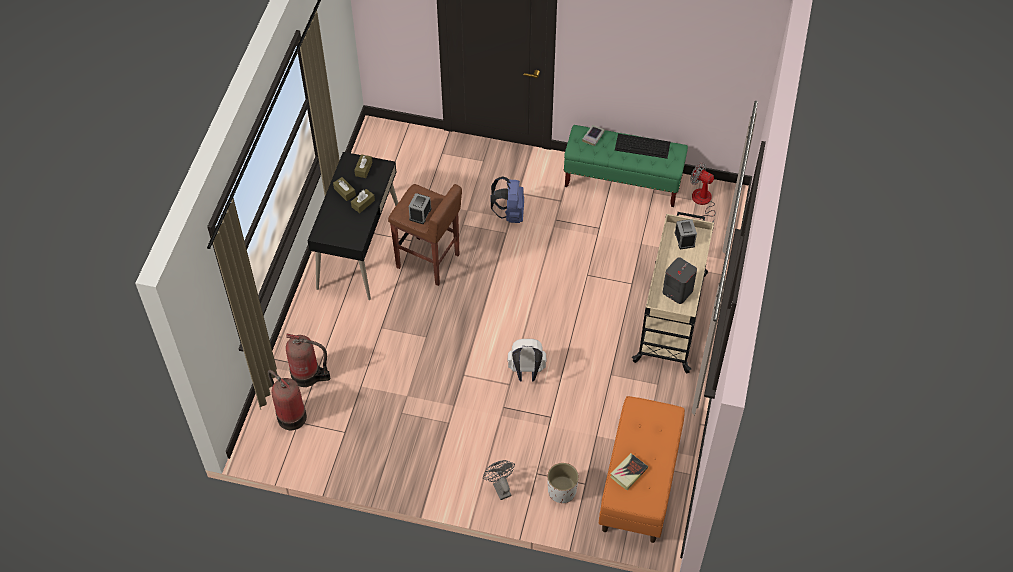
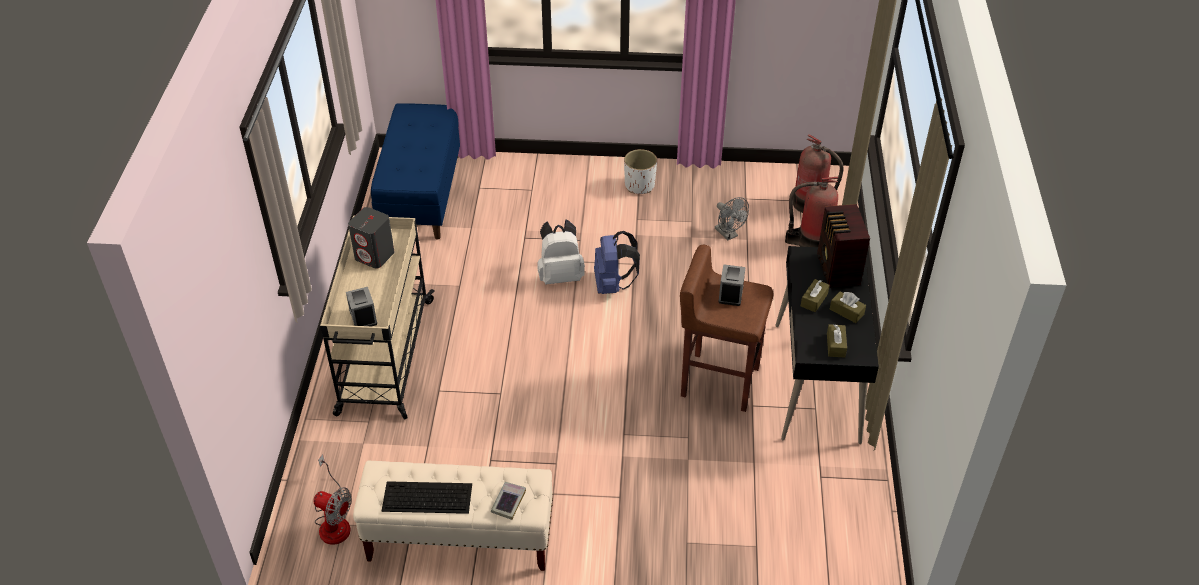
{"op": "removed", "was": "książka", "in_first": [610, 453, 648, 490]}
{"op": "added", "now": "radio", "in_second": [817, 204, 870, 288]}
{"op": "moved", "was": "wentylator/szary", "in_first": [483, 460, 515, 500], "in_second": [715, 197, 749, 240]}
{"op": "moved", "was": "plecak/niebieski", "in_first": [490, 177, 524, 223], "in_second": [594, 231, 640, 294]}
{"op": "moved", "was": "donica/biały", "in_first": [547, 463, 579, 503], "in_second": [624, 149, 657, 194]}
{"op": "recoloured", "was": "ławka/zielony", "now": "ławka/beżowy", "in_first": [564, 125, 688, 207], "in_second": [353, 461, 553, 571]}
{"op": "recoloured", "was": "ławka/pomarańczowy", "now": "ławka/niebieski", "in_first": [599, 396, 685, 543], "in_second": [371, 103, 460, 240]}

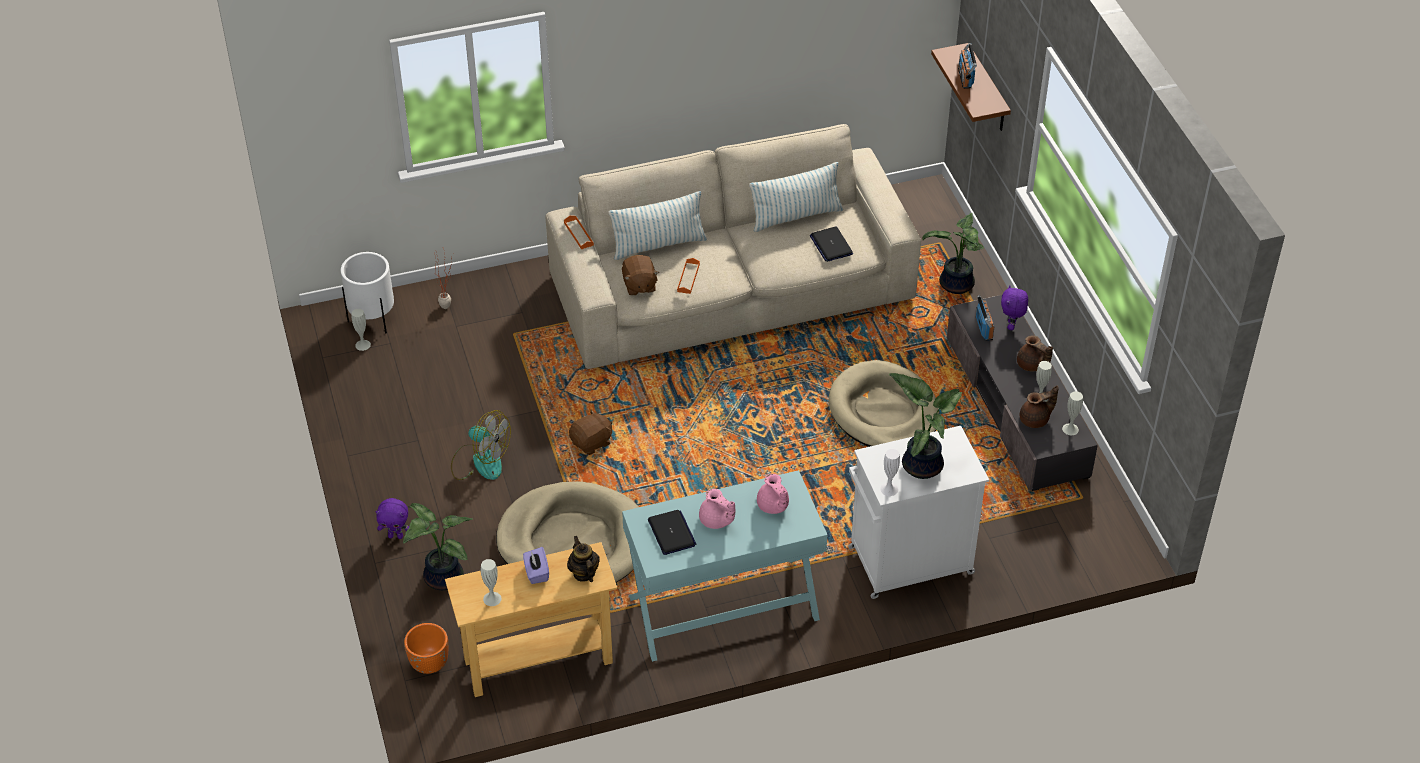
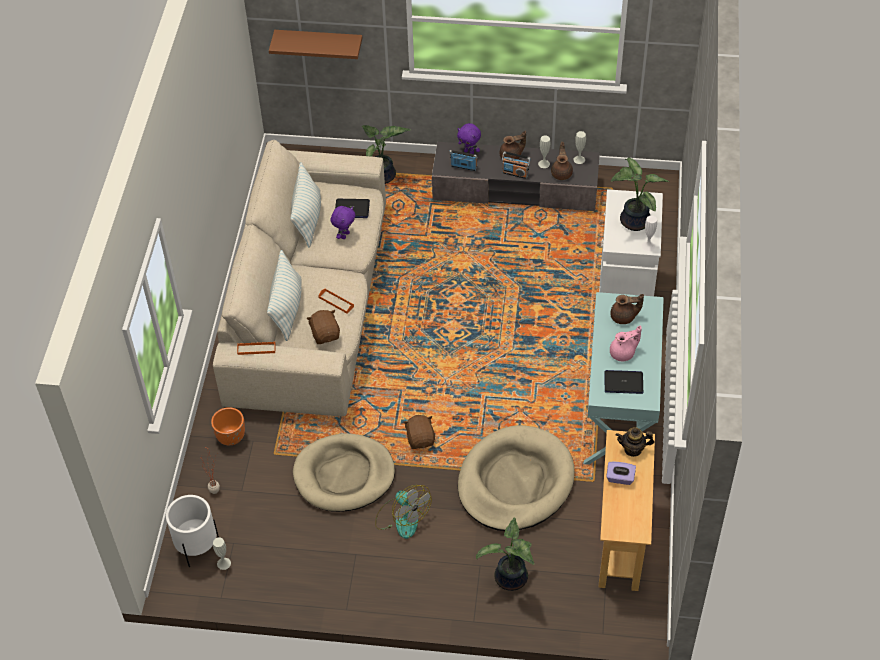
{"op": "removed", "was": "wazon/biały", "in_first": [481, 559, 502, 606]}
{"op": "moved", "was": "pluszak/fioletowy", "in_first": [375, 498, 409, 539], "in_second": [330, 206, 355, 239]}
{"op": "moved", "was": "donica/pomarańczowy", "in_first": [404, 623, 448, 674], "in_second": [211, 407, 245, 445]}
{"op": "moved", "was": "legowisko/beżowy", "in_first": [829, 360, 940, 447], "in_second": [293, 433, 395, 512]}
{"op": "moved", "was": "radio", "in_first": [958, 43, 977, 89], "in_second": [502, 151, 530, 179]}
{"op": "recoloured", "was": "imbryk/różowy", "now": "imbryk/brązowy", "in_first": [757, 474, 789, 514], "in_second": [610, 294, 644, 324]}
{"op": "turned", "was": "wentylator", "in_first": [451, 410, 511, 480], "in_second": [375, 485, 432, 539], "clockwise": 90}
{"op": "turned", "was": "pluszak/brązowy", "in_first": [622, 255, 659, 296], "in_second": [306, 310, 340, 344], "clockwise": -120}

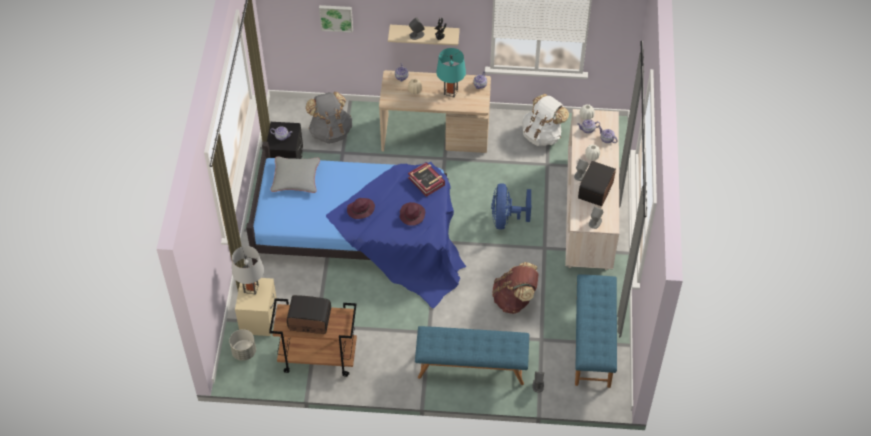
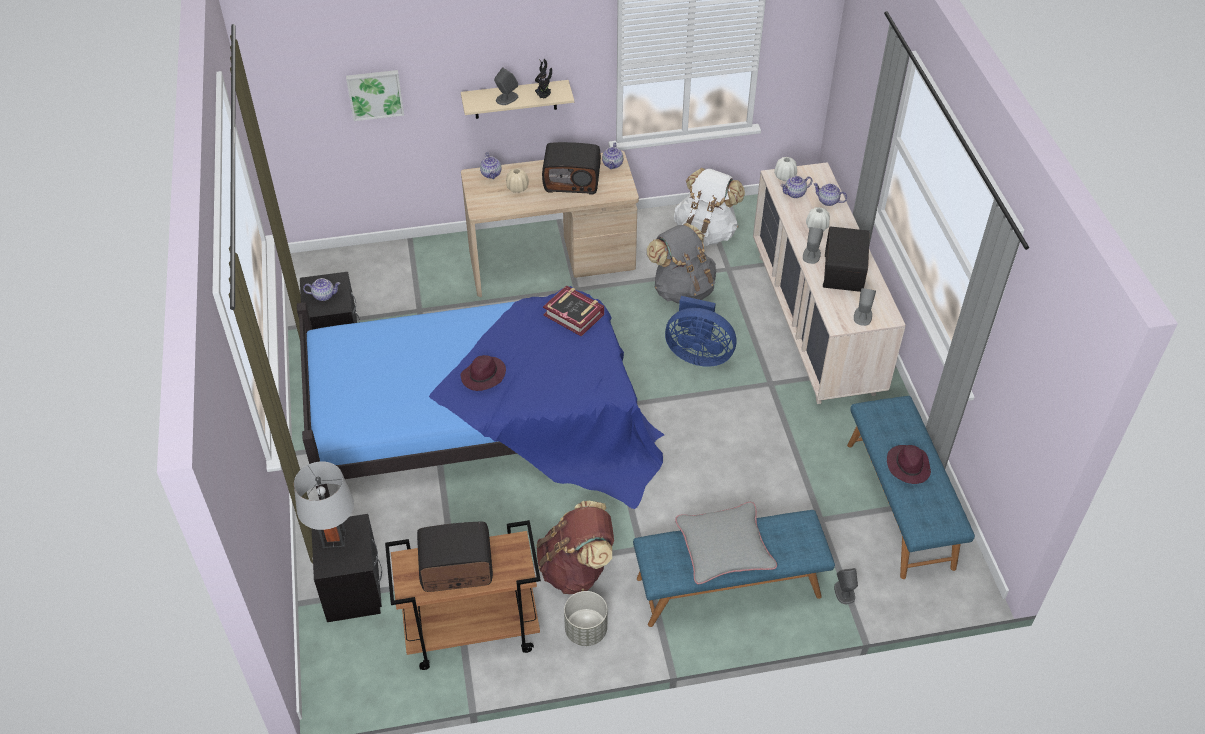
{"op": "moved", "was": "donica/szary", "in_first": [229, 329, 256, 361], "in_second": [564, 591, 607, 646]}
{"op": "moved", "was": "poduszka/szary", "in_first": [270, 156, 320, 193], "in_second": [675, 502, 777, 584]}
{"op": "moved", "was": "plecak/szary", "in_first": [306, 92, 352, 144], "in_second": [647, 223, 716, 304]}
{"op": "moved", "was": "kapelusz/fioletowy", "in_first": [400, 202, 425, 226], "in_second": [887, 445, 931, 484]}
{"op": "moved", "was": "plecak/brązowy", "in_first": [492, 262, 538, 314], "in_second": [536, 501, 614, 594]}
{"op": "replaced", "was": "lampa stołowa/turkusowy", "now": "radio", "in_first": [436, 48, 466, 97], "in_second": [542, 142, 601, 195]}
{"op": "recoloured", "was": "szafka nocna/beżowy", "now": "szafka nocna/czarny", "in_first": [235, 278, 277, 336], "in_second": [311, 514, 382, 622]}
{"op": "turned", "was": "wentylator/niebieski", "in_first": [491, 183, 531, 230], "in_second": [665, 296, 737, 367], "clockwise": -60}

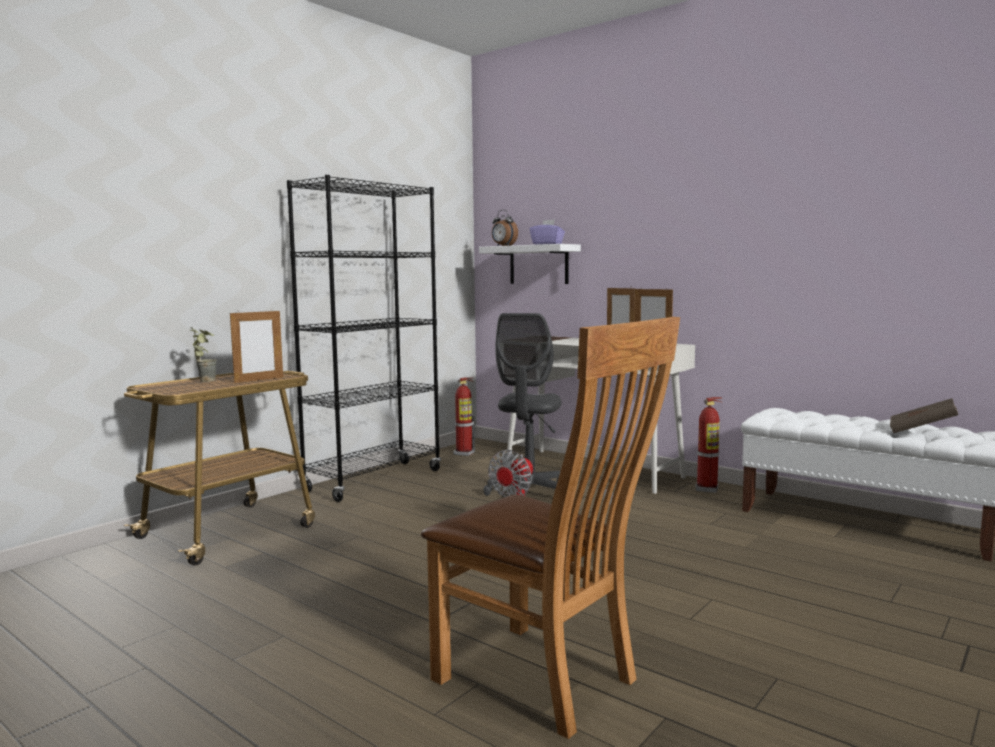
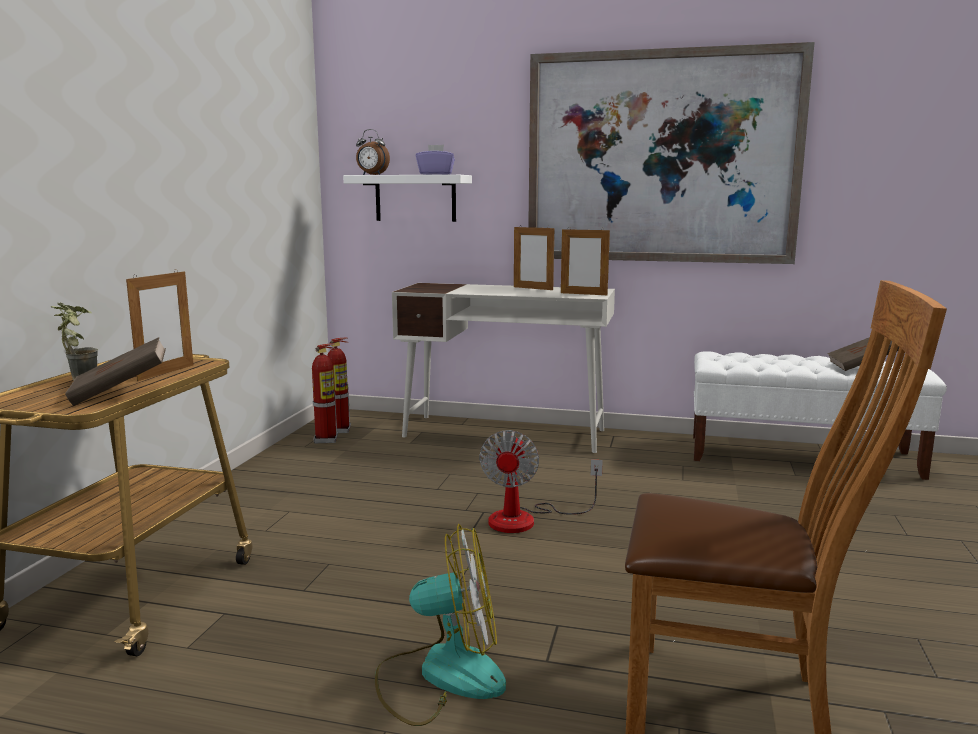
{"op": "removed", "was": "regał/czarny", "in_first": [287, 175, 441, 502]}
{"op": "removed", "was": "krzesło biurowe/szary", "in_first": [483, 313, 562, 496]}
{"op": "added", "now": "książka/brązowy", "in_second": [65, 337, 166, 406]}
{"op": "added", "now": "wentylator", "in_second": [375, 524, 506, 726]}
{"op": "added", "now": "obraz", "in_second": [528, 42, 815, 264]}
{"op": "moved", "was": "gaśnica", "in_first": [696, 397, 723, 493], "in_second": [312, 343, 338, 443]}

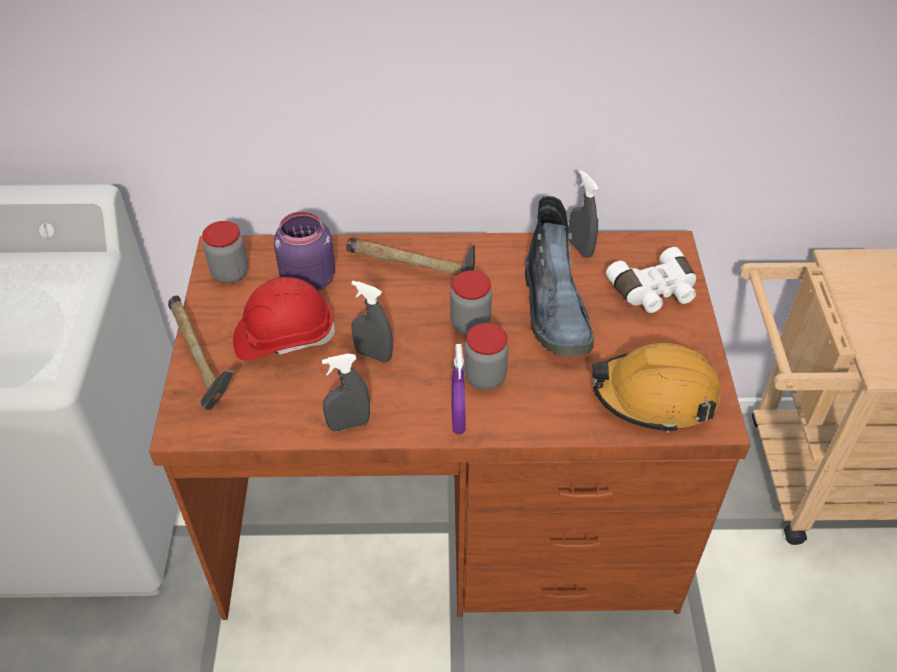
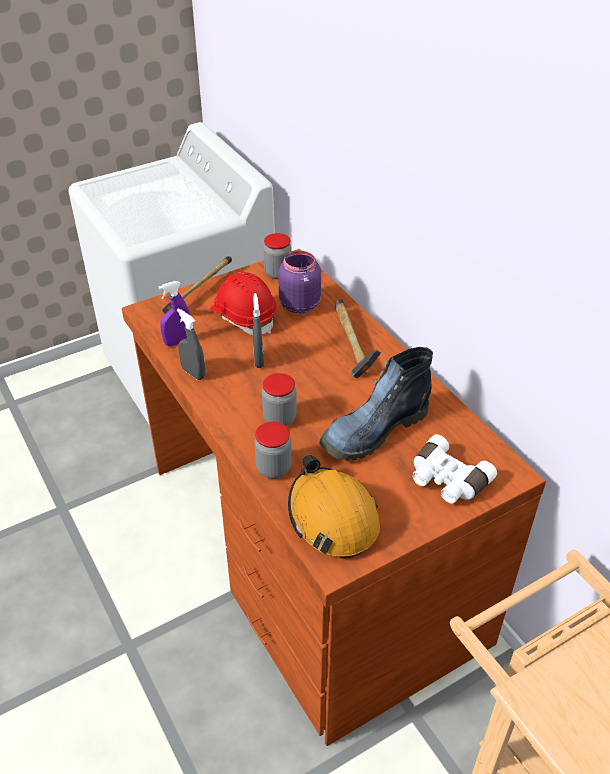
{"op": "removed", "was": "spryskiwacz/szary", "in_first": [568, 170, 599, 258]}
{"op": "moved", "was": "słoik", "in_first": [450, 270, 492, 335], "in_second": [254, 422, 292, 479]}
{"op": "moved", "was": "spryskiwacz/fioletowy", "in_first": [452, 344, 466, 434], "in_second": [158, 281, 190, 346]}

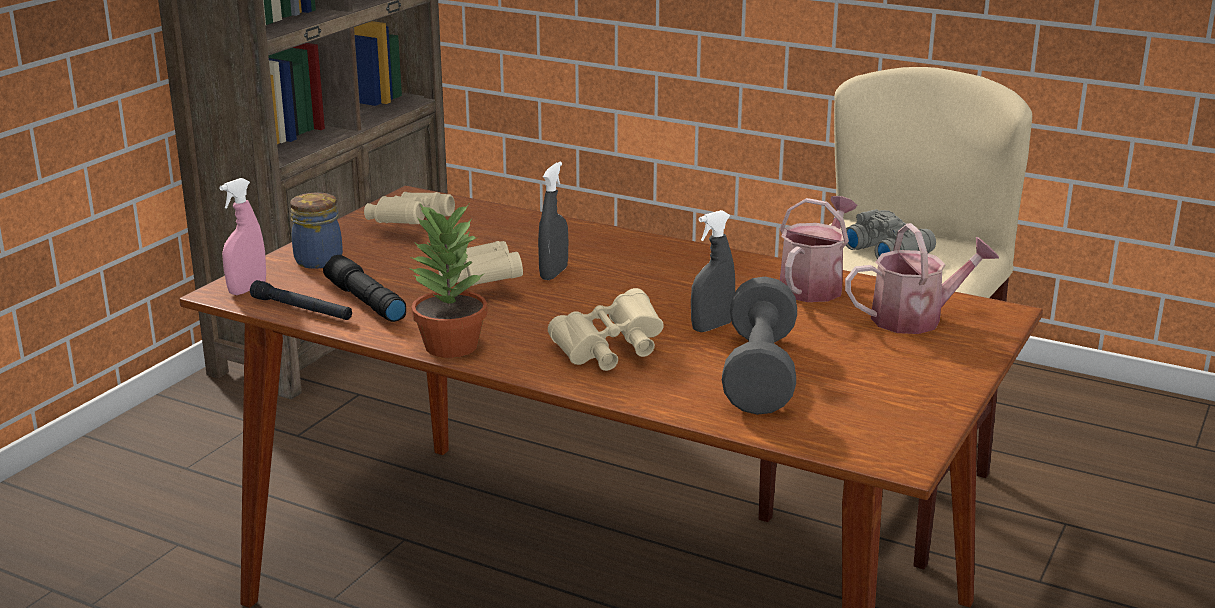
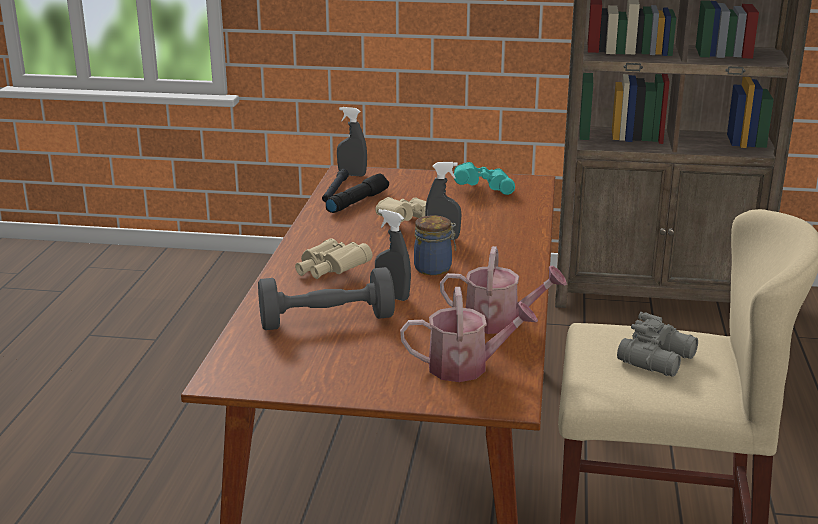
{"op": "removed", "was": "roślina doniczkowa", "in_first": [409, 204, 487, 358]}
{"op": "moved", "was": "słoik", "in_first": [290, 193, 343, 269], "in_second": [414, 215, 456, 275]}
{"op": "recoloured", "was": "spryskiwacz/różowy", "now": "spryskiwacz/szary", "in_first": [219, 178, 266, 295], "in_second": [337, 107, 367, 176]}
{"op": "recoloured", "was": "lornetka/beżowy", "now": "lornetka/turkusowy", "in_first": [364, 192, 455, 224], "in_second": [454, 162, 515, 195]}
{"op": "turned", "was": "konewka", "in_first": [845, 223, 999, 334], "in_second": [400, 287, 538, 382], "clockwise": -60}

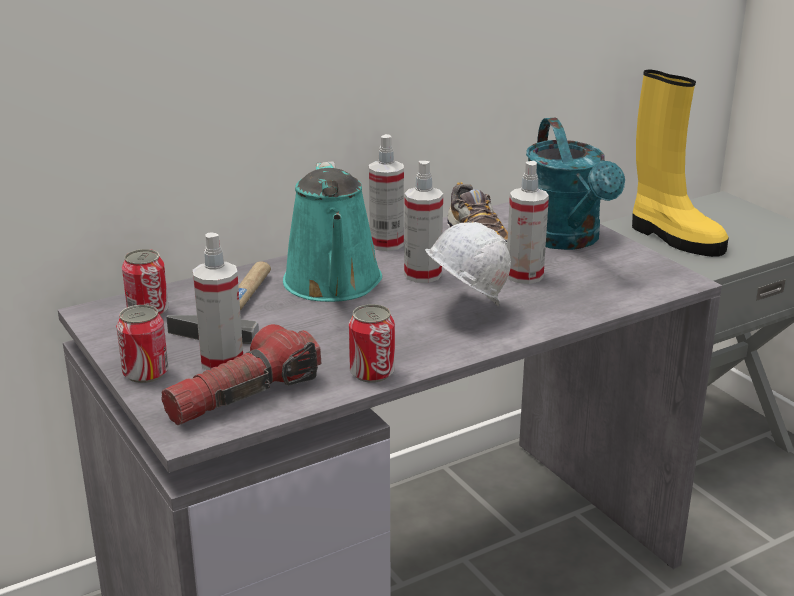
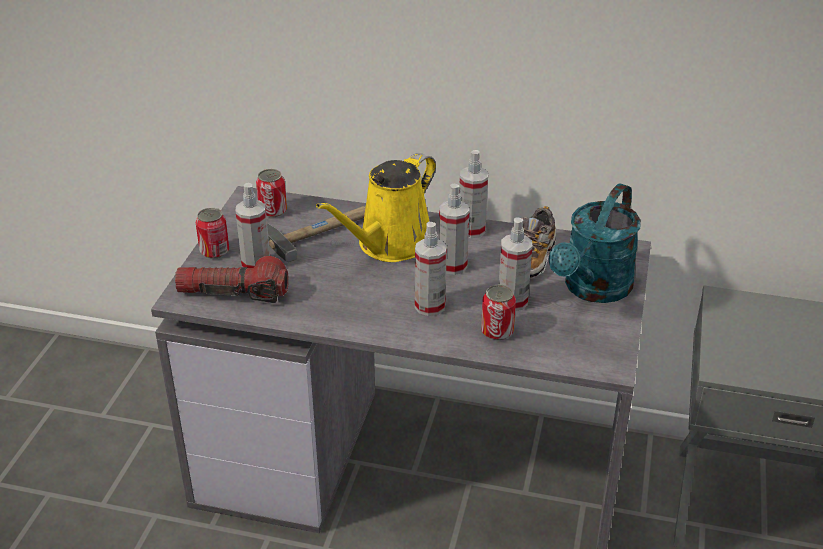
{"op": "removed", "was": "but z cholewką/żółty", "in_first": [632, 70, 729, 257]}
{"op": "moved", "was": "puszka", "in_first": [349, 304, 395, 383], "in_second": [481, 285, 516, 340]}
{"op": "replaced", "was": "kask/biały", "now": "spryskiwacz", "in_first": [425, 222, 511, 306], "in_second": [415, 222, 447, 316]}
{"op": "recoloured", "was": "konewka/turkusowy", "now": "konewka/żółty", "in_first": [283, 161, 382, 302], "in_second": [316, 153, 436, 262]}

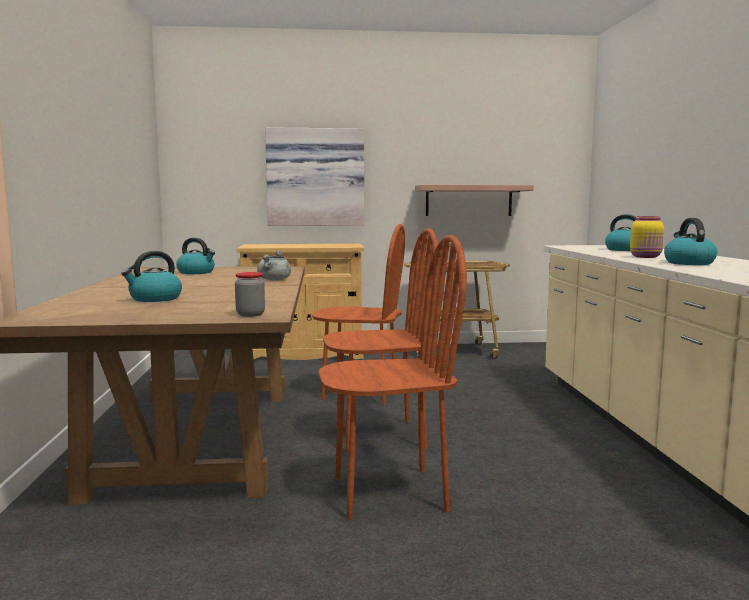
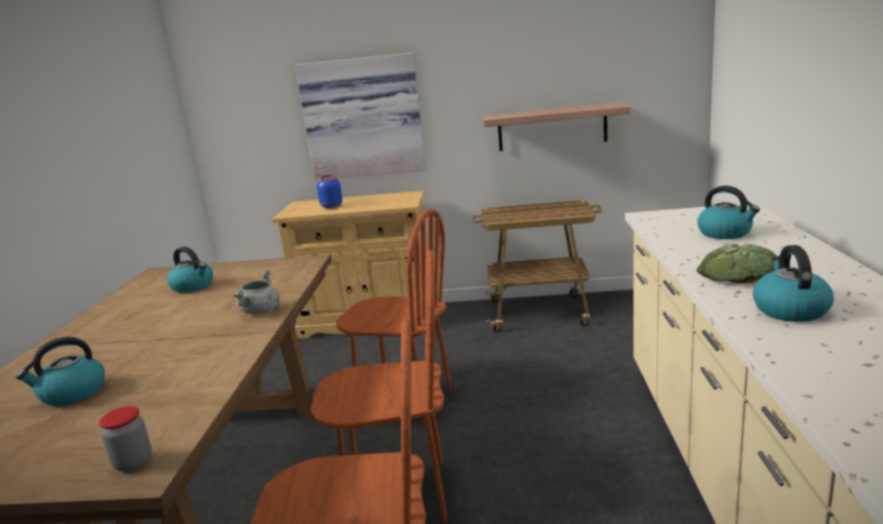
{"op": "added", "now": "słoik/niebieski", "in_second": [317, 175, 342, 209]}
{"op": "replaced", "was": "słoik/żółty", "now": "chleb", "in_first": [630, 216, 664, 258], "in_second": [697, 244, 777, 284]}

